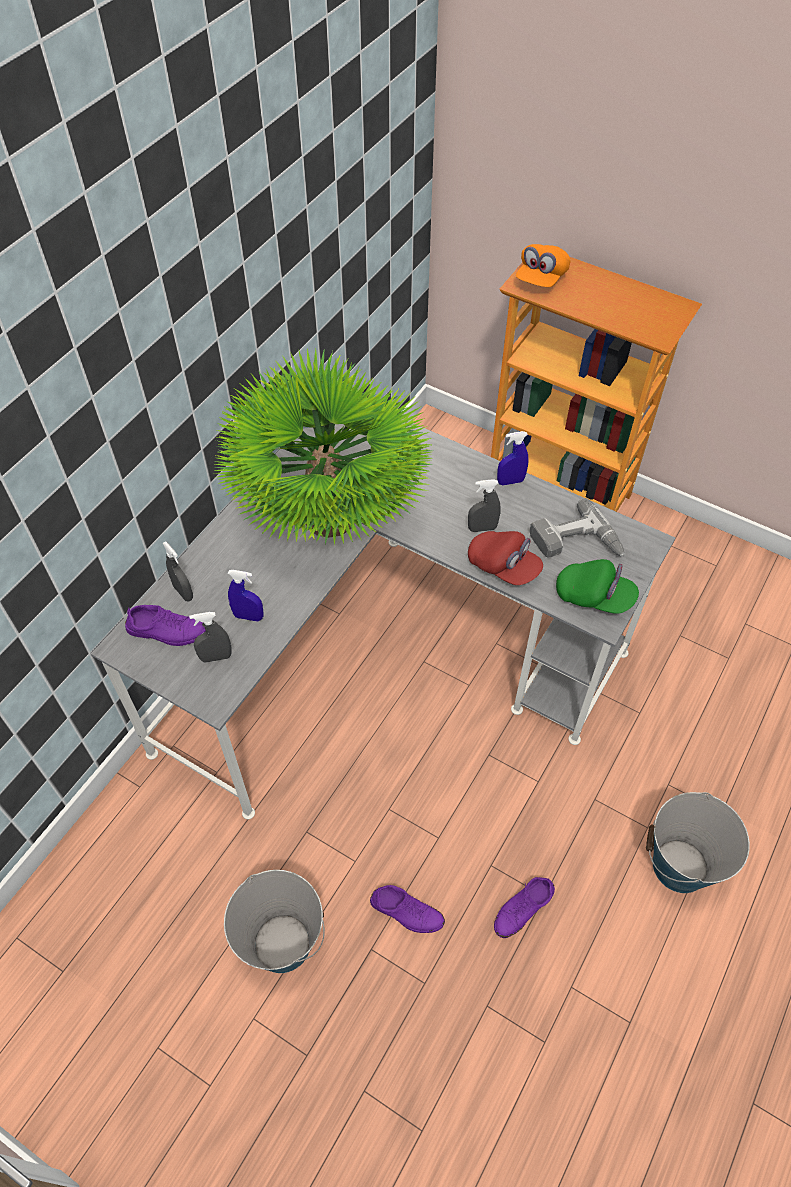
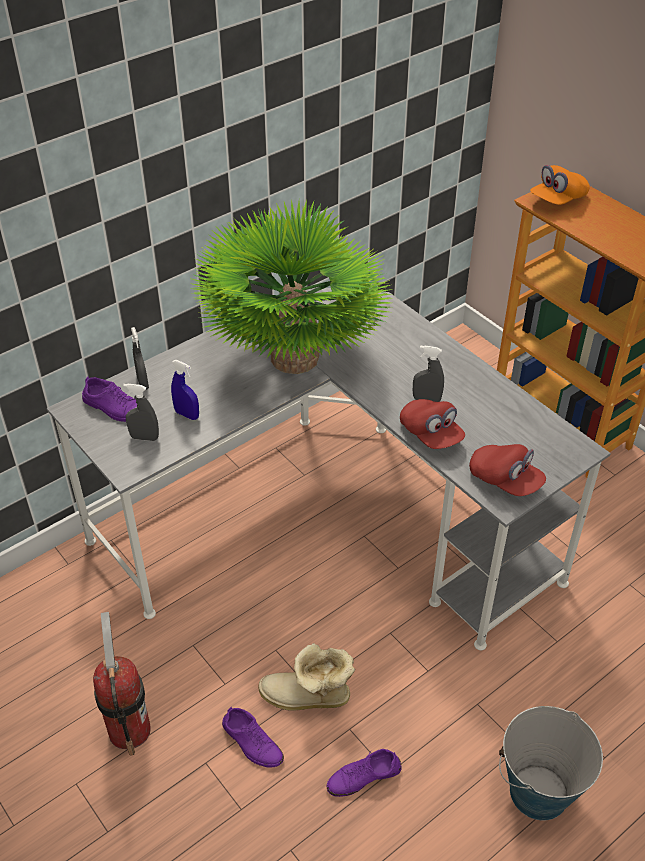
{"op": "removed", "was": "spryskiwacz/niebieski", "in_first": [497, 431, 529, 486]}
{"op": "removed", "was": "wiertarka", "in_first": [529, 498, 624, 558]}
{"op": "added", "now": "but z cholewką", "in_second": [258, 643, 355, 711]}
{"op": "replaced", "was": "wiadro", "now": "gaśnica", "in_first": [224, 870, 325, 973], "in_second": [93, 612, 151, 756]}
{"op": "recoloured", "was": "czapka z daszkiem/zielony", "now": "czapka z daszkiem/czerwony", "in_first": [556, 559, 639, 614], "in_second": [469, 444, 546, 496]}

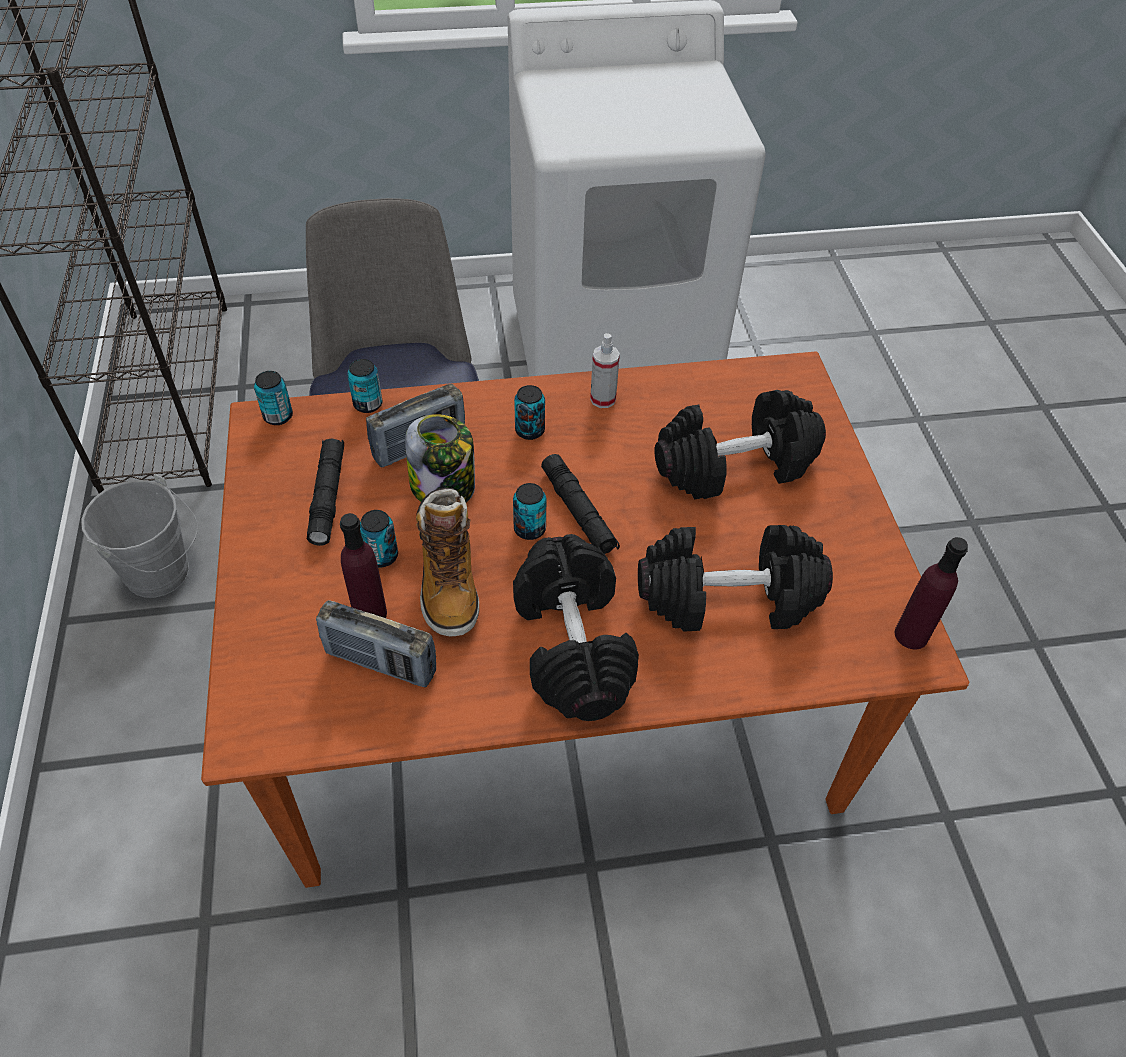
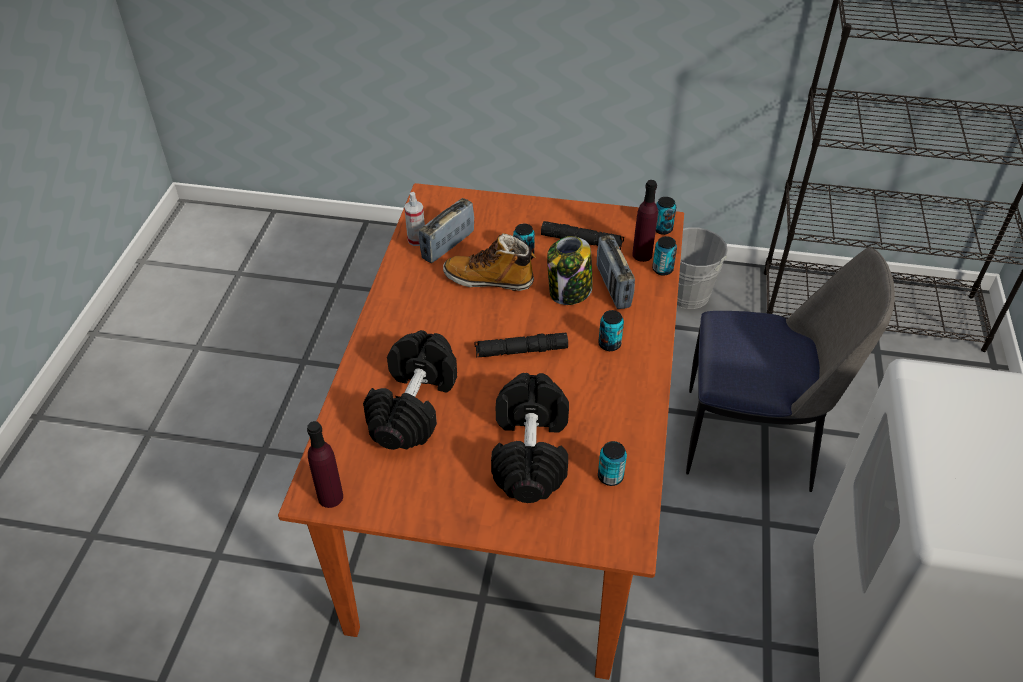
{"op": "removed", "was": "hantel/czarny", "in_first": [513, 534, 639, 721]}
{"op": "moved", "was": "butelka/fioletowy", "in_first": [340, 513, 387, 618], "in_second": [632, 180, 658, 262]}
{"op": "moved", "was": "puszka", "in_first": [513, 483, 546, 540], "in_second": [598, 441, 627, 486]}
{"op": "moved", "was": "spryskiwacz", "in_first": [590, 333, 620, 408], "in_second": [404, 192, 425, 246]}

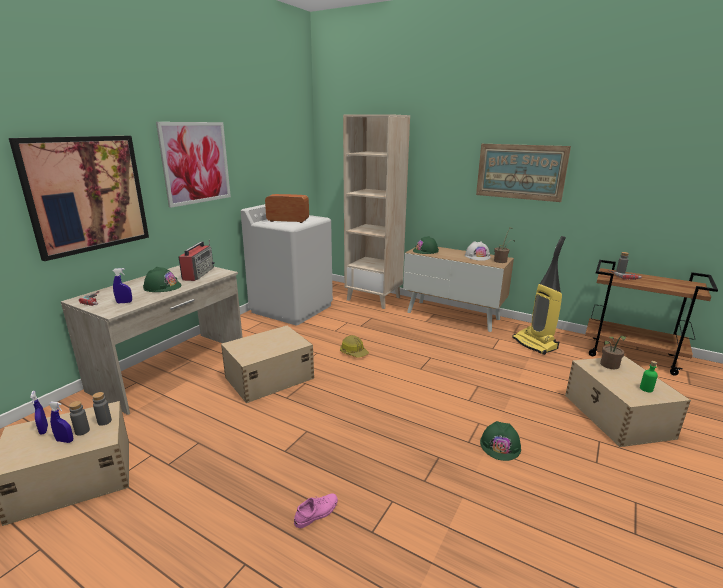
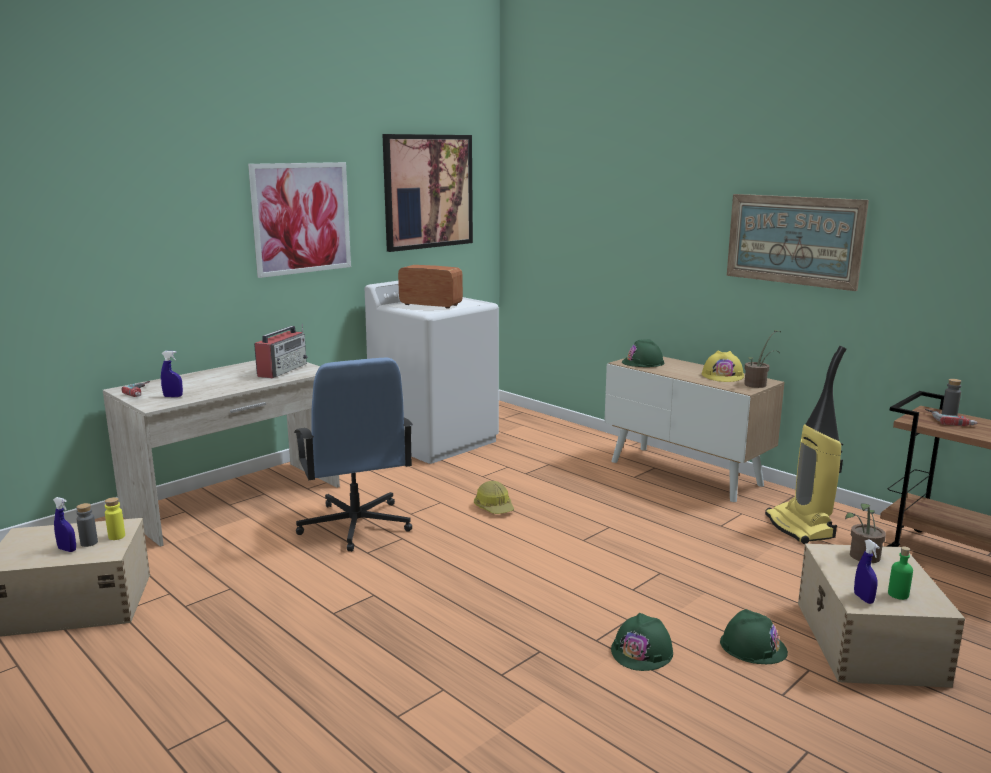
{"op": "removed", "was": "but/różowy", "in_first": [294, 493, 338, 528]}
{"op": "removed", "was": "regał/beżowy", "in_first": [343, 114, 410, 309]}
{"op": "moved", "was": "obraz", "in_first": [9, 136, 149, 261], "in_second": [382, 134, 473, 252]}
{"op": "moved", "was": "spryskiwacz/niebieski", "in_first": [30, 391, 48, 435], "in_second": [854, 539, 880, 604]}
{"op": "moved", "was": "kask/zielony", "in_first": [143, 267, 181, 292], "in_second": [720, 609, 788, 664]}
{"op": "replaced", "was": "pojemnik do przechowywania/beżowy", "now": "krzesło biurowe/niebieski", "in_first": [221, 326, 314, 403], "in_second": [294, 358, 413, 552]}
{"op": "recoloured", "was": "butelka/szary", "now": "butelka/żółty", "in_first": [92, 392, 112, 426], "in_second": [105, 497, 125, 540]}
{"op": "recoloured", "was": "kask/biały", "now": "kask/żółty", "in_first": [465, 241, 491, 261], "in_second": [701, 351, 744, 382]}

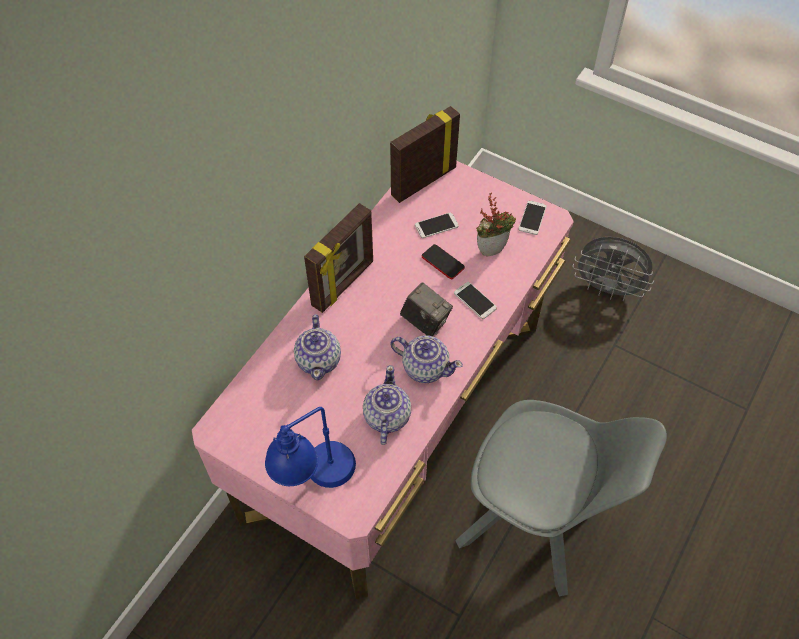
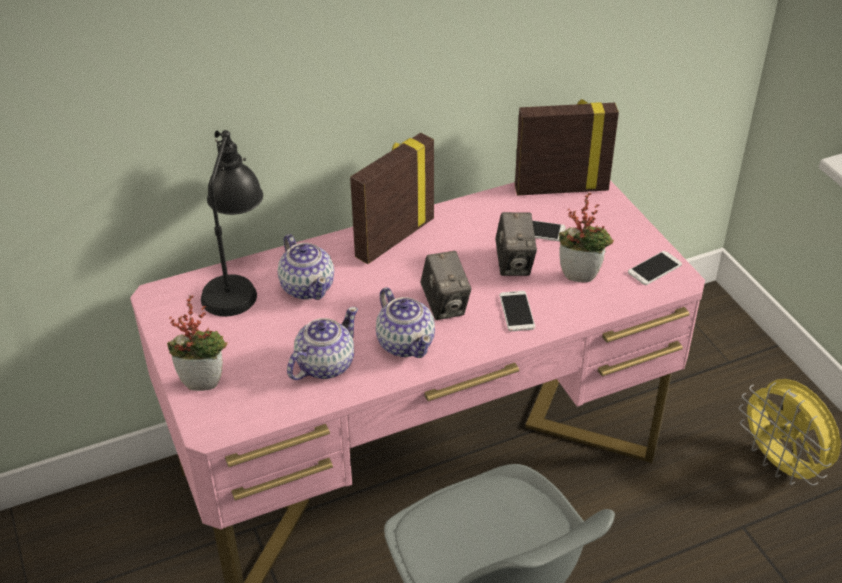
{"op": "added", "now": "lampa stołowa/czarny", "in_second": [201, 130, 263, 316]}
{"op": "replaced", "was": "lampa stołowa/niebieski", "now": "roślina doniczkowa", "in_first": [265, 407, 356, 488], "in_second": [167, 295, 228, 391]}
{"op": "replaced", "was": "telefon", "now": "aparat fotograficzny", "in_first": [422, 244, 465, 279], "in_second": [495, 212, 537, 276]}
{"op": "recoloured", "was": "wentylator/szary", "now": "wentylator/żółty", "in_first": [572, 237, 654, 301], "in_second": [739, 379, 841, 486]}
{"op": "turned", "was": "imbryk", "in_first": [294, 314, 341, 381], "in_second": [278, 234, 334, 300], "clockwise": -60}
{"op": "turned", "was": "ramka na zdjęcie", "in_first": [304, 203, 373, 313], "in_second": [350, 133, 434, 264], "clockwise": 150}

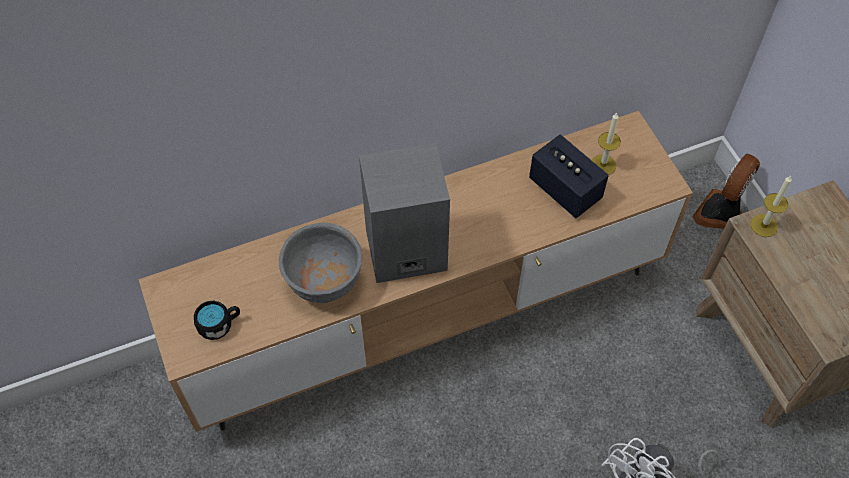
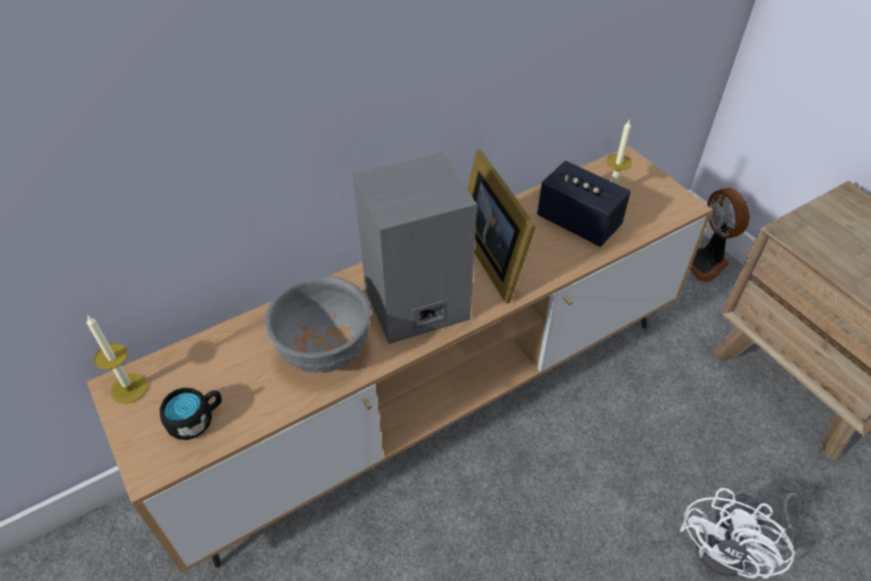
{"op": "added", "now": "ramka na zdjęcie", "in_second": [467, 150, 536, 303]}
{"op": "moved", "was": "świeca", "in_first": [751, 176, 792, 237], "in_second": [87, 315, 147, 404]}
{"op": "turned", "was": "wentylator", "in_first": [692, 153, 760, 229], "in_second": [690, 188, 750, 282], "clockwise": -45}

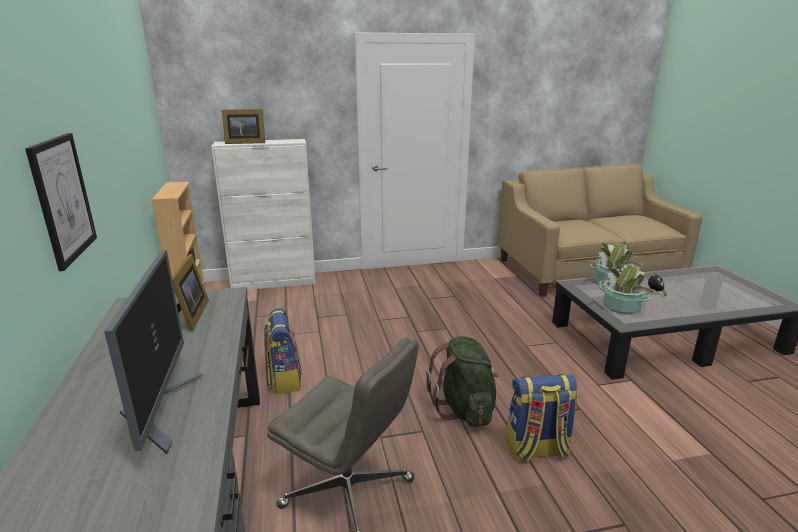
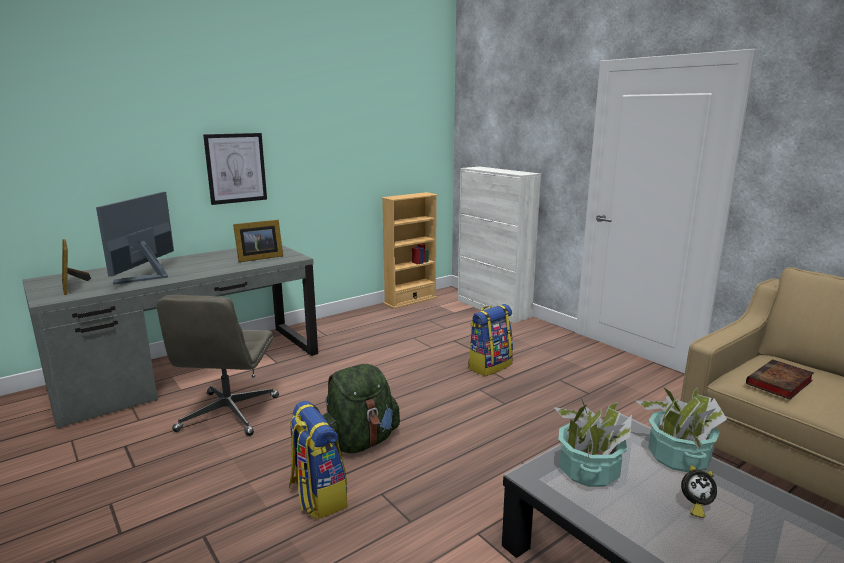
{"op": "added", "now": "książka", "in_second": [746, 359, 814, 400]}
{"op": "moved", "was": "ramka na zdjęcie", "in_first": [222, 109, 265, 144], "in_second": [62, 239, 91, 295]}
{"op": "moved", "was": "plecak", "in_first": [264, 308, 302, 394], "in_second": [468, 304, 513, 376]}
{"op": "turned", "was": "monitor", "in_first": [104, 250, 203, 454], "in_second": [96, 192, 174, 285], "clockwise": 135}

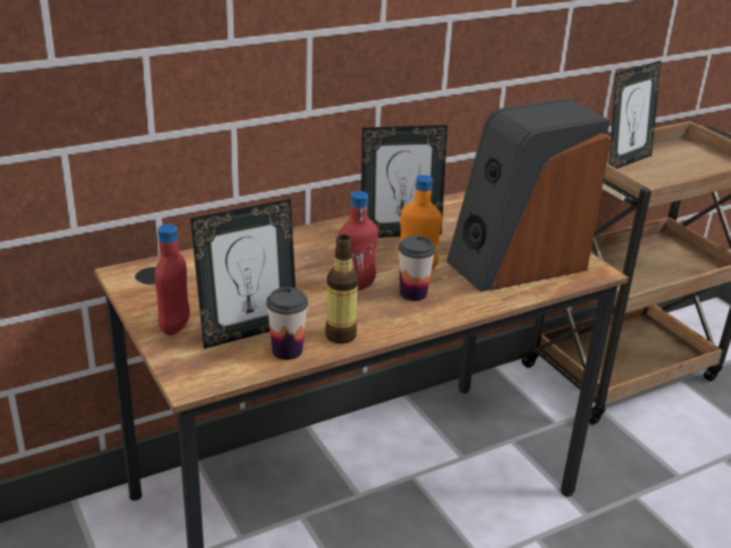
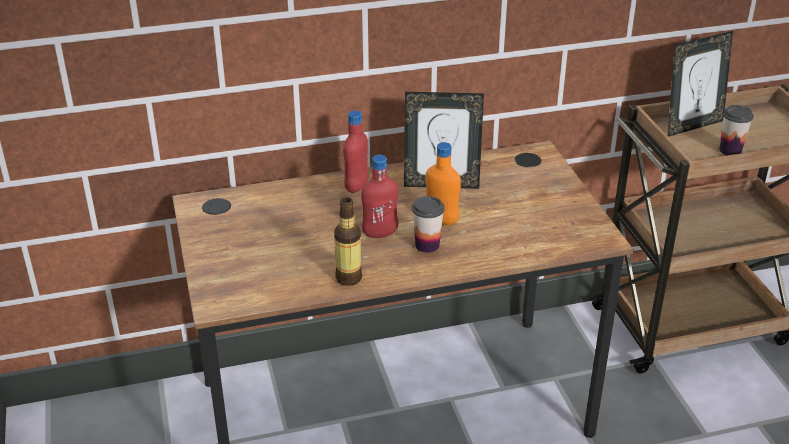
{"op": "removed", "was": "ramka na zdjęcie", "in_first": [190, 199, 296, 349]}
{"op": "removed", "was": "głośnik", "in_first": [446, 98, 611, 292]}
{"op": "moved", "was": "butelka/czerwony", "in_first": [154, 224, 190, 335], "in_second": [343, 111, 369, 193]}
{"op": "moved", "was": "filiżanka", "in_first": [266, 287, 308, 360], "in_second": [719, 105, 754, 155]}

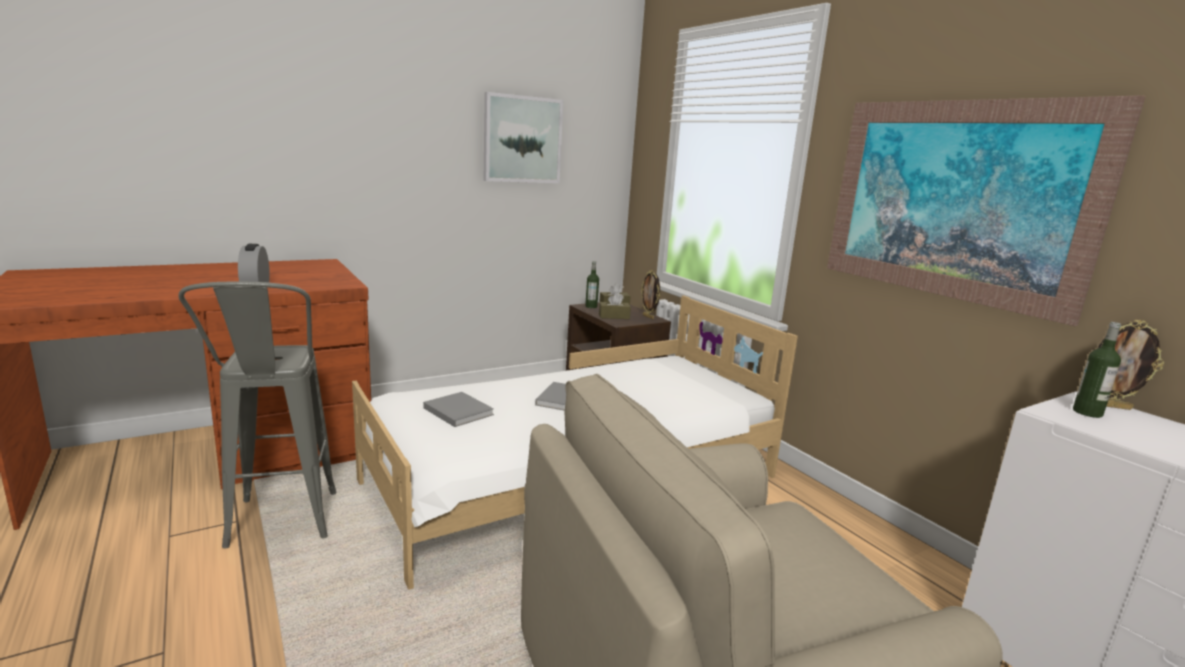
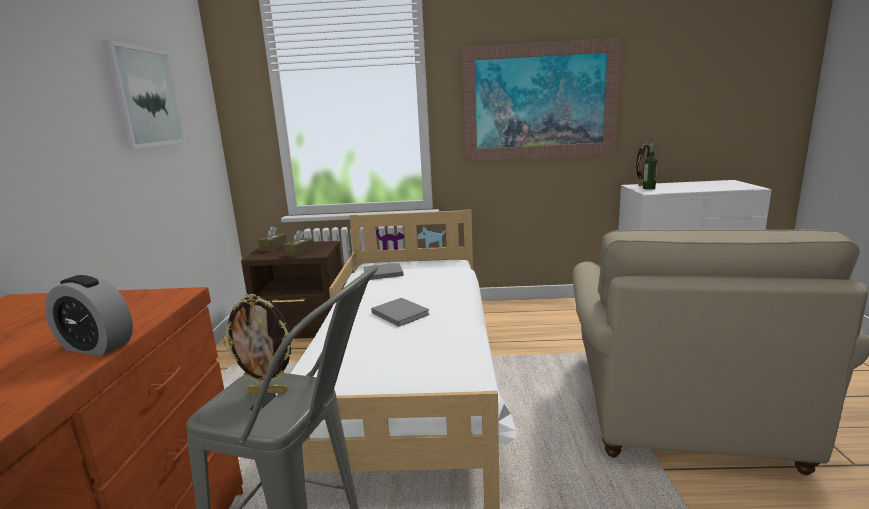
{"op": "removed", "was": "butelka", "in_first": [585, 261, 599, 308]}
{"op": "moved", "was": "książka/szary", "in_first": [423, 392, 494, 427], "in_second": [363, 263, 404, 280]}
{"op": "moved", "was": "ramka na zdjęcie", "in_first": [641, 270, 660, 319], "in_second": [222, 293, 294, 394]}

